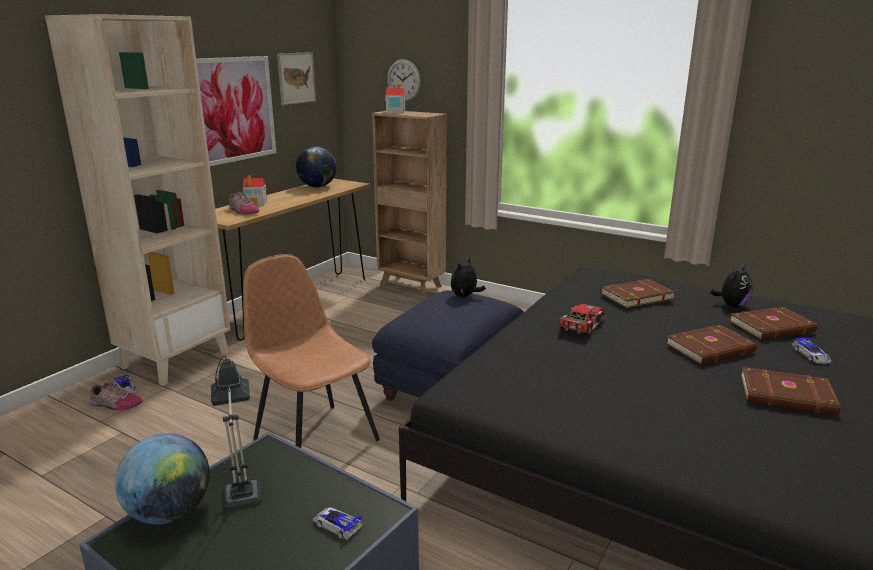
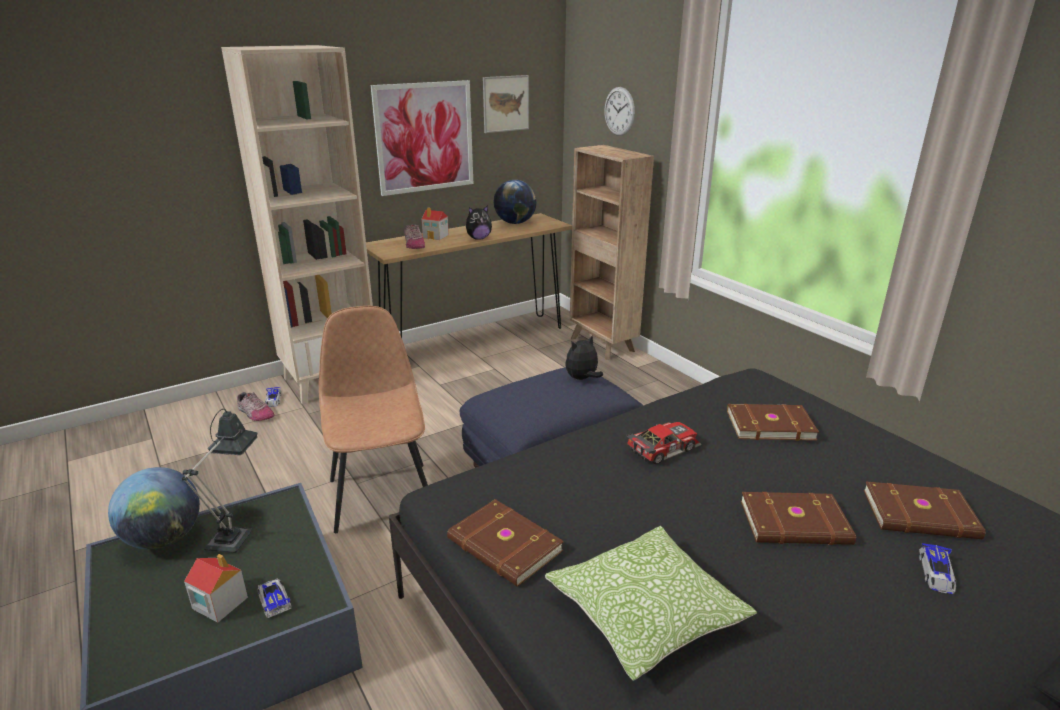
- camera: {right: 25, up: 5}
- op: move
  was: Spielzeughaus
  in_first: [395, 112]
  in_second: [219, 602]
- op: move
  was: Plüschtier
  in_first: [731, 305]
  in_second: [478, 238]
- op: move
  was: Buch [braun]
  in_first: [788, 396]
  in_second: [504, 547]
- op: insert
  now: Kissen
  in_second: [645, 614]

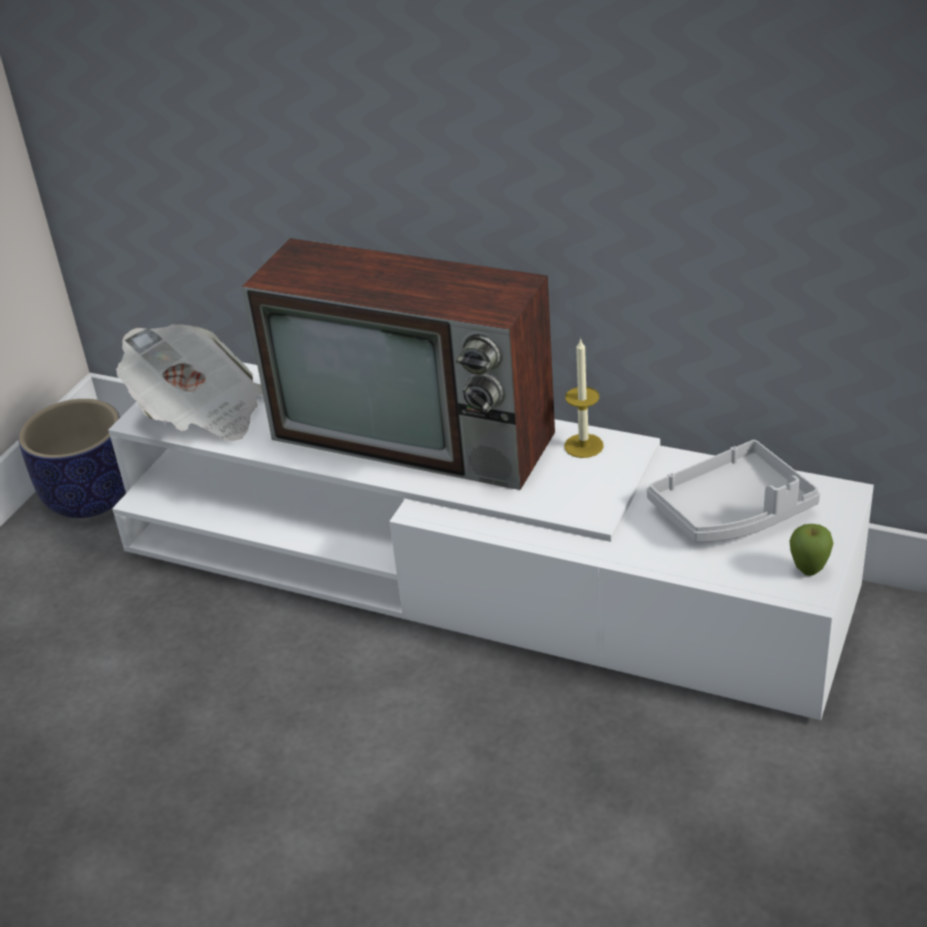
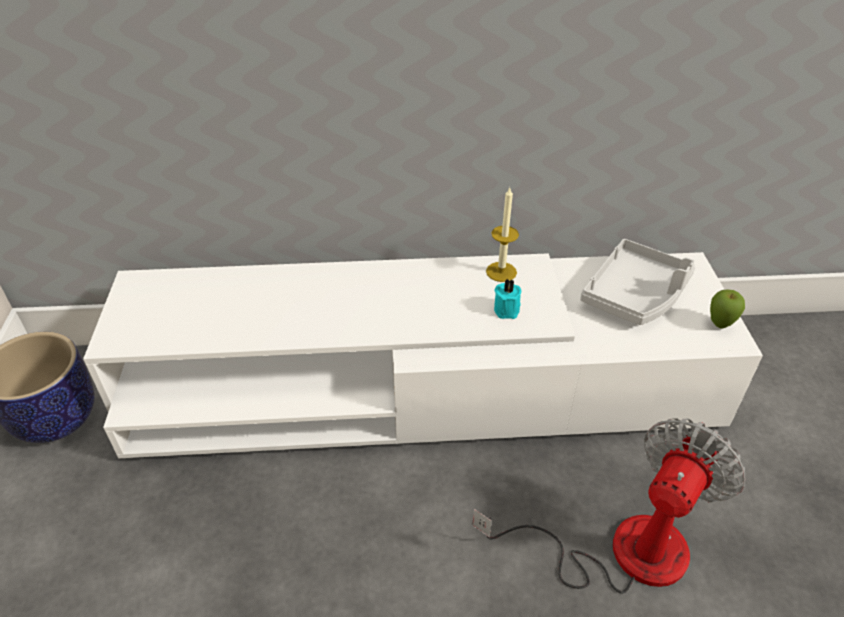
- camera: {right: -30, up: 5}
- op: delete
  was: Fernseher
  in_first: [418, 436]
- op: delete
  was: Zeitung
  in_first: [199, 412]
- op: insert
  now: Kerze [türkis]
  in_second: [508, 309]
- op: insert
  now: Ventilator
  in_second: [620, 550]

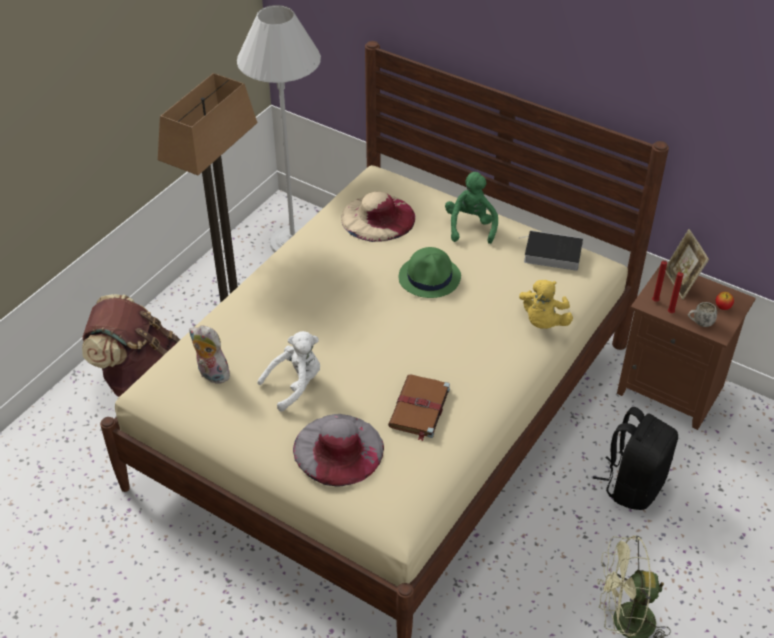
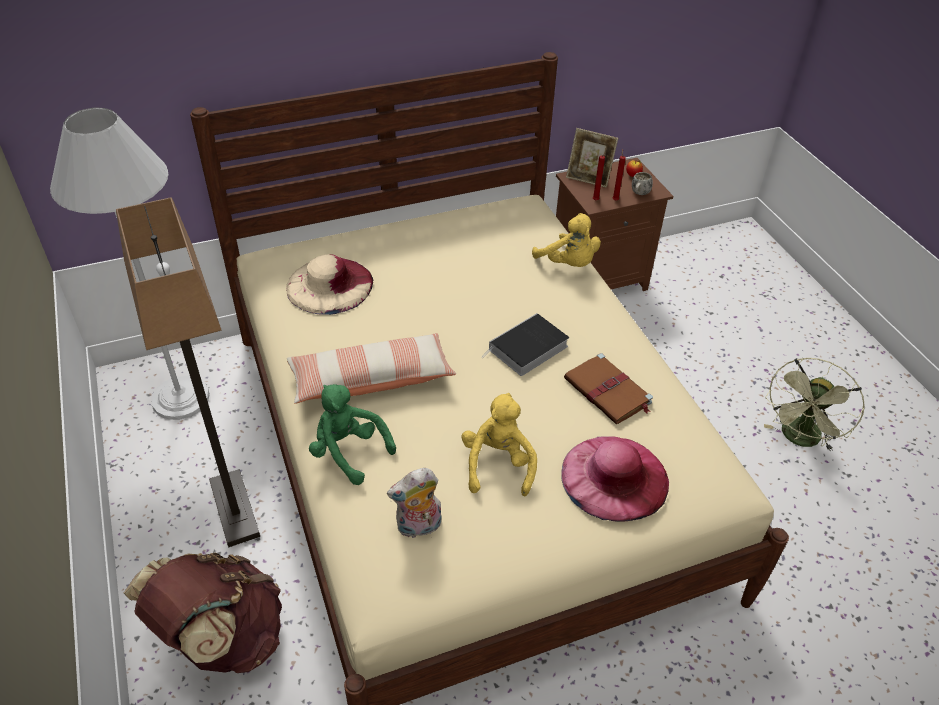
- camera: {right: -55, up: 0}
- op: move
  was: Plüschtier [grün]
  in_first: [470, 226]
  in_second: [348, 452]
- op: move
  was: Buch
  in_first: [551, 253]
  in_second: [527, 349]
- op: delete
  was: Hut [grün]
  in_first: [430, 277]
- op: recolor
  was: Plüschtier [weiß]
  now: Plüschtier [gelb]
  in_first: [295, 385]
  in_second: [498, 464]
- op: delete
  was: Rucksack [schwarz]
  in_first: [633, 485]
- op: recolor
  was: Hut [grau]
  now: Hut [rosa]
  in_first: [338, 449]
  in_second: [614, 477]
- op: insert
  now: Kissen
  in_second: [371, 379]

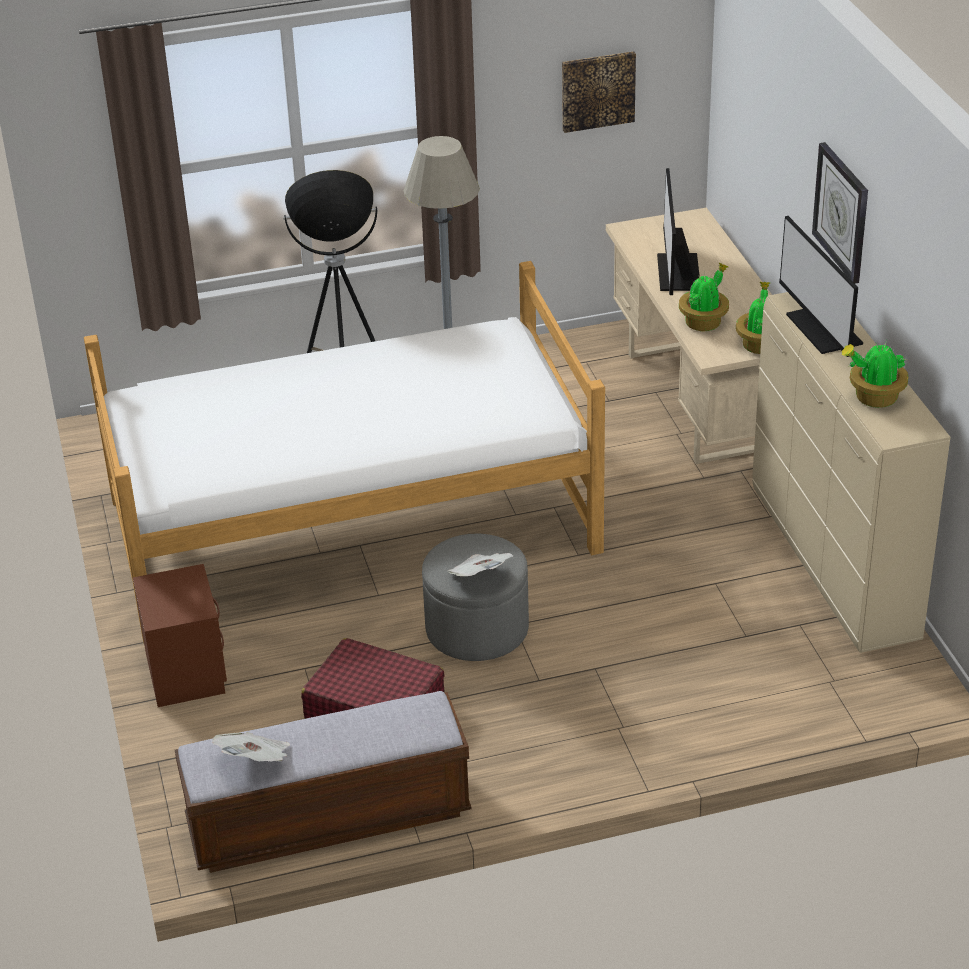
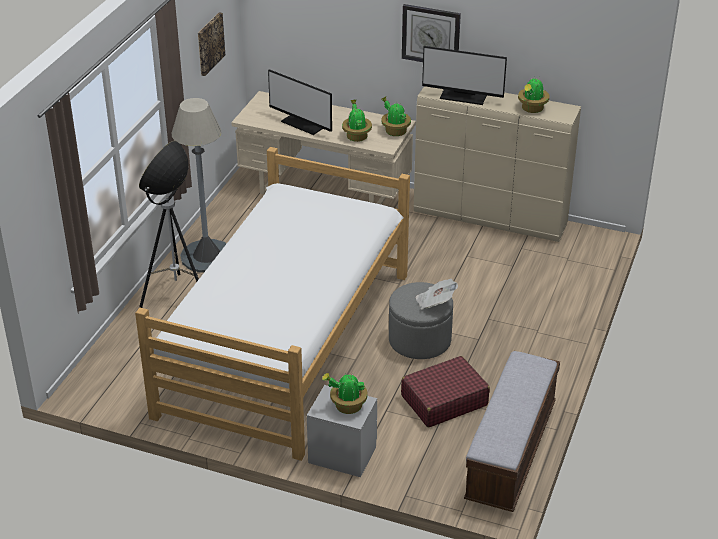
- camera: {right: -55, up: 0}
- op: recolor
  was: Nachttisch [braun]
  now: Nachttisch [grau]
  in_first: [186, 672]
  in_second: [342, 454]
- op: delete
  was: Zeitung
  in_first: [256, 761]
- op: insert
  now: Topfpflanze
  in_second: [347, 406]

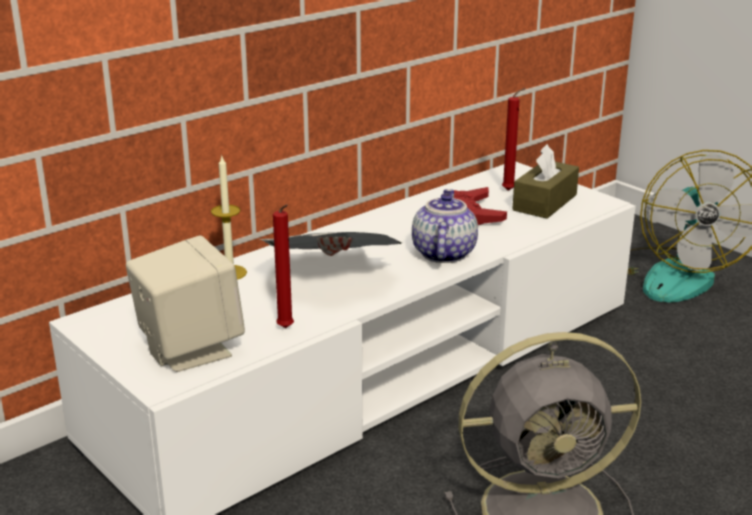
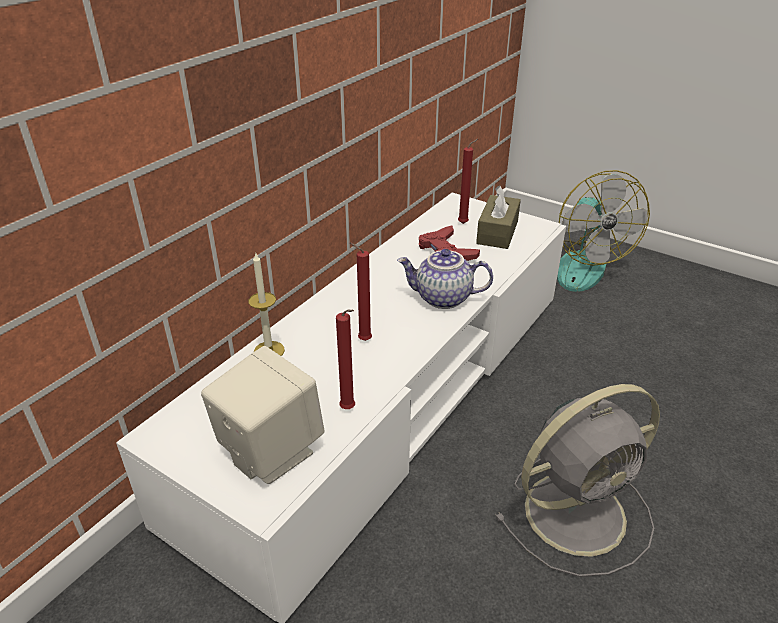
- camera: {right: -15, up: 10}
- op: rotate
  was: Teekanne
  in_first: [442, 253]
  in_second: [442, 299]
  clockwise: -75
- op: replace
  was: Zeitung
  now: Kerze [rot]
  in_first: [332, 277]
  in_second: [362, 340]

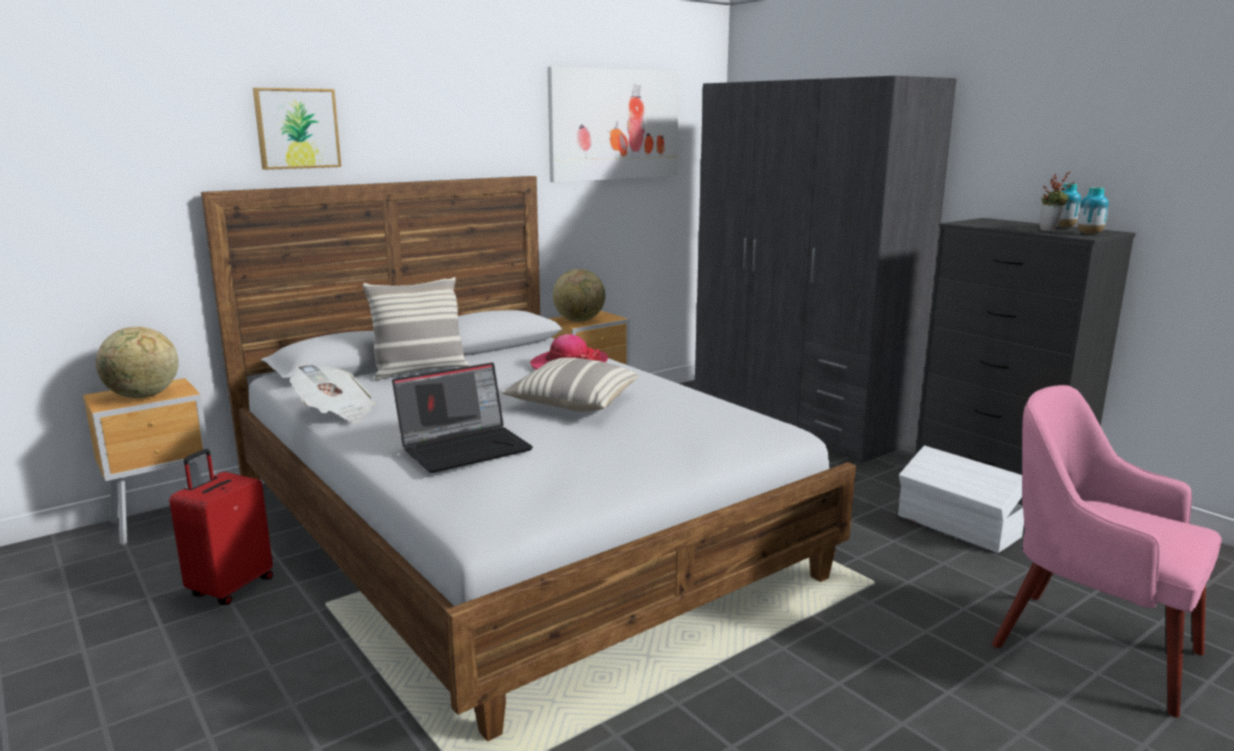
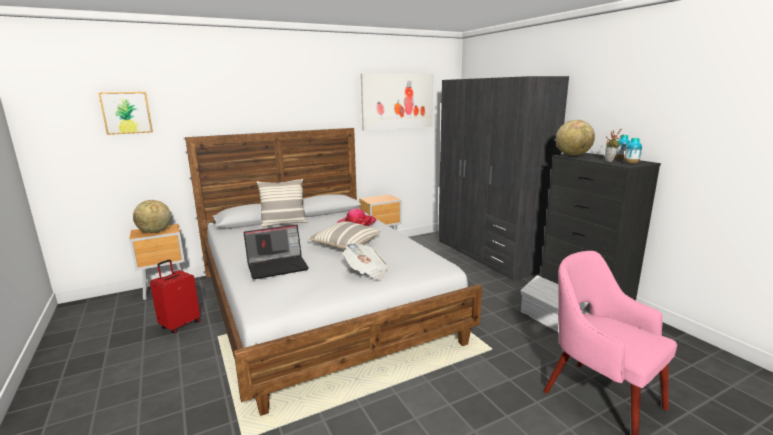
- camera: {right: 10, up: 0}
- op: move
  was: Bild
  in_first: [297, 128]
  in_second: [126, 112]
- op: move
  was: Globus
  in_first: [579, 321]
  in_second: [573, 155]
- op: move
  was: Zeitung
  in_first: [336, 413]
  in_second: [367, 272]

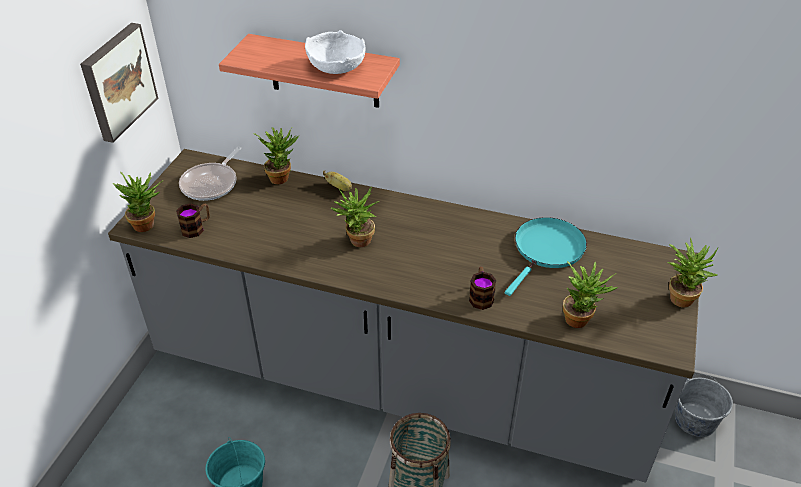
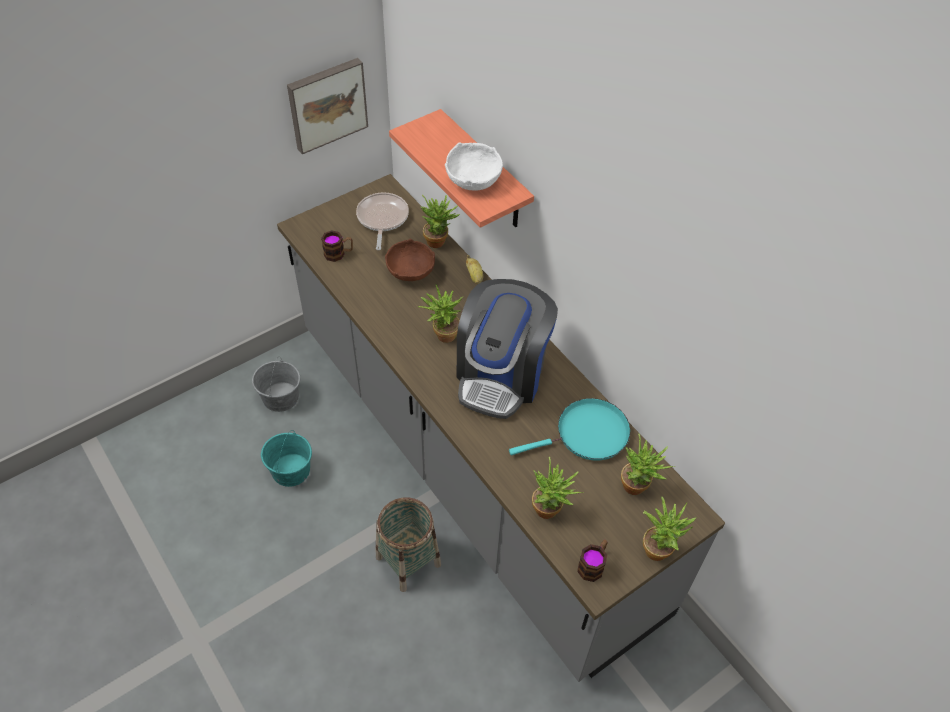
- camera: {right: 35, up: 10}
- op: rotate
  was: Pfanne
  in_first: [211, 184]
  in_second: [382, 219]
  clockwise: 120
- op: move
  was: Topfpflanze
  in_first: [148, 225]
  in_second: [638, 487]
- op: move
  was: Henkelbecher
  in_first: [480, 296]
  in_second: [593, 565]
- op: move
  was: Eimer [grau]
  in_first: [695, 420]
  in_second: [281, 397]
- op: insert
  now: Schüssel [braun]
  in_second: [411, 270]
- op: insert
  now: Kaffeemaschine
  in_second: [501, 374]

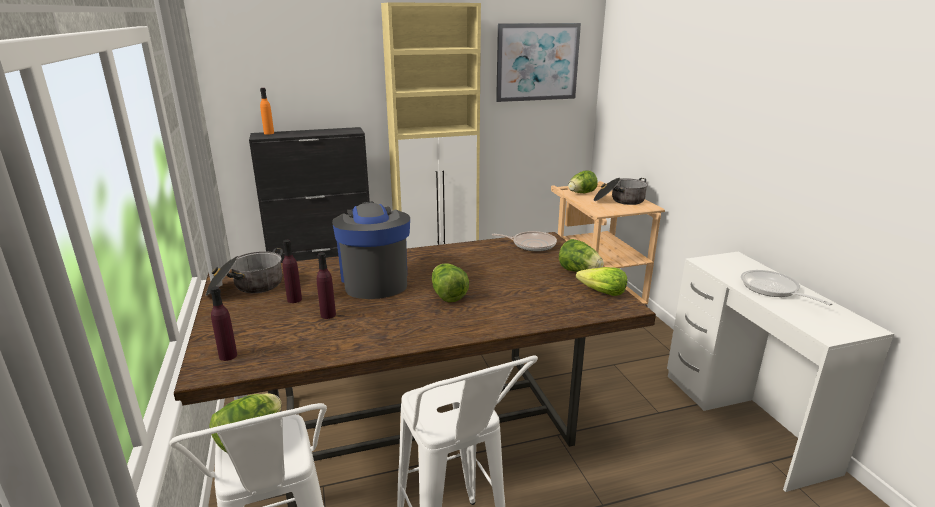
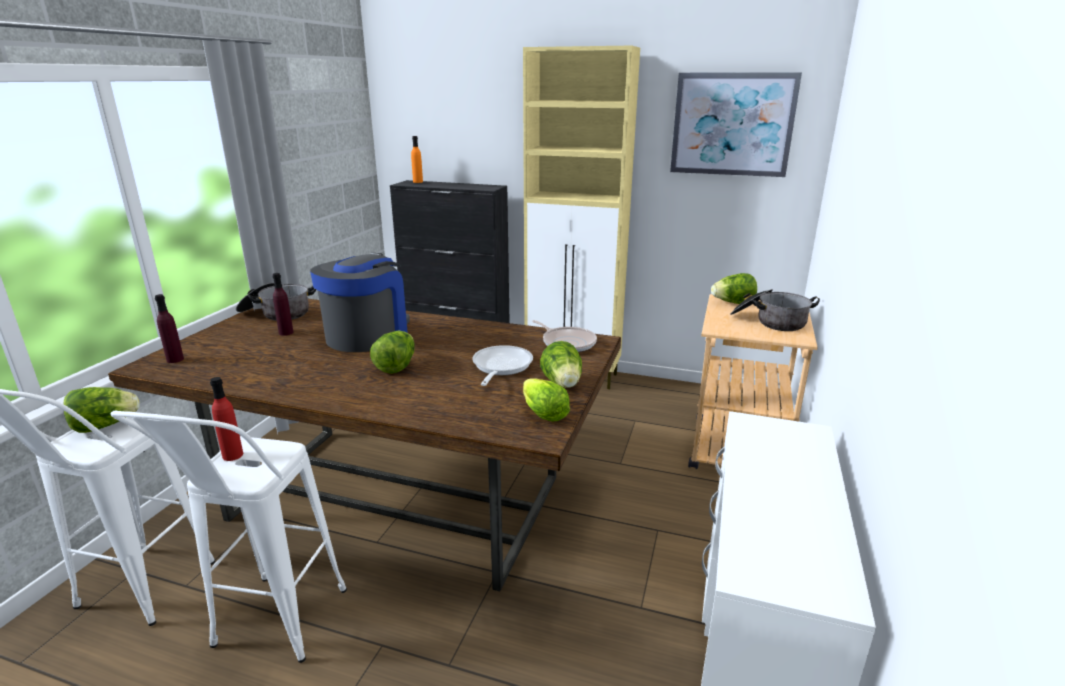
- camera: {right: 35, up: 0}
- op: delete
  was: Flasche [lila]
  in_first: [328, 315]
- op: move
  was: Pfanne
  in_first: [773, 289]
  in_second: [500, 367]
- op: insert
  now: Flasche [rot]
  in_second: [233, 455]

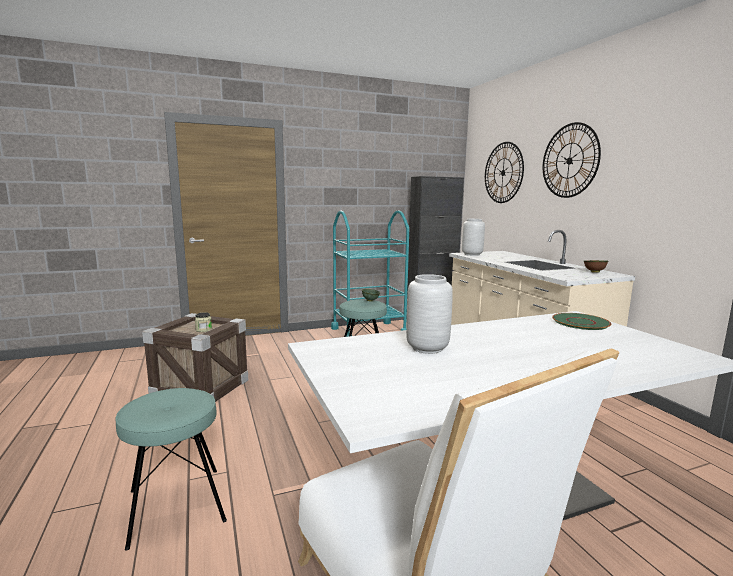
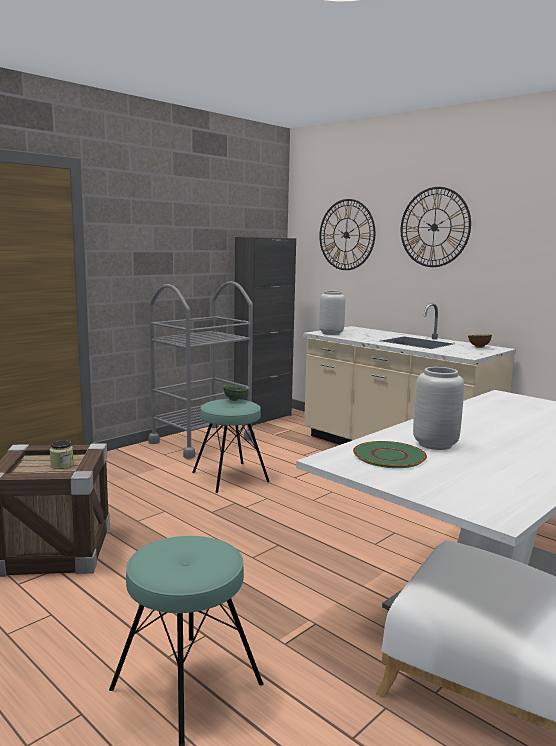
- camera: {right: -25, up: 0}
- op: recolor
  was: Rollwagen [türkis]
  now: Rollwagen [grau]
  in_first: [368, 332]
  in_second: [202, 441]
- op: move
  was: Teller [grün]
  in_first: [580, 322]
  in_second: [389, 456]

